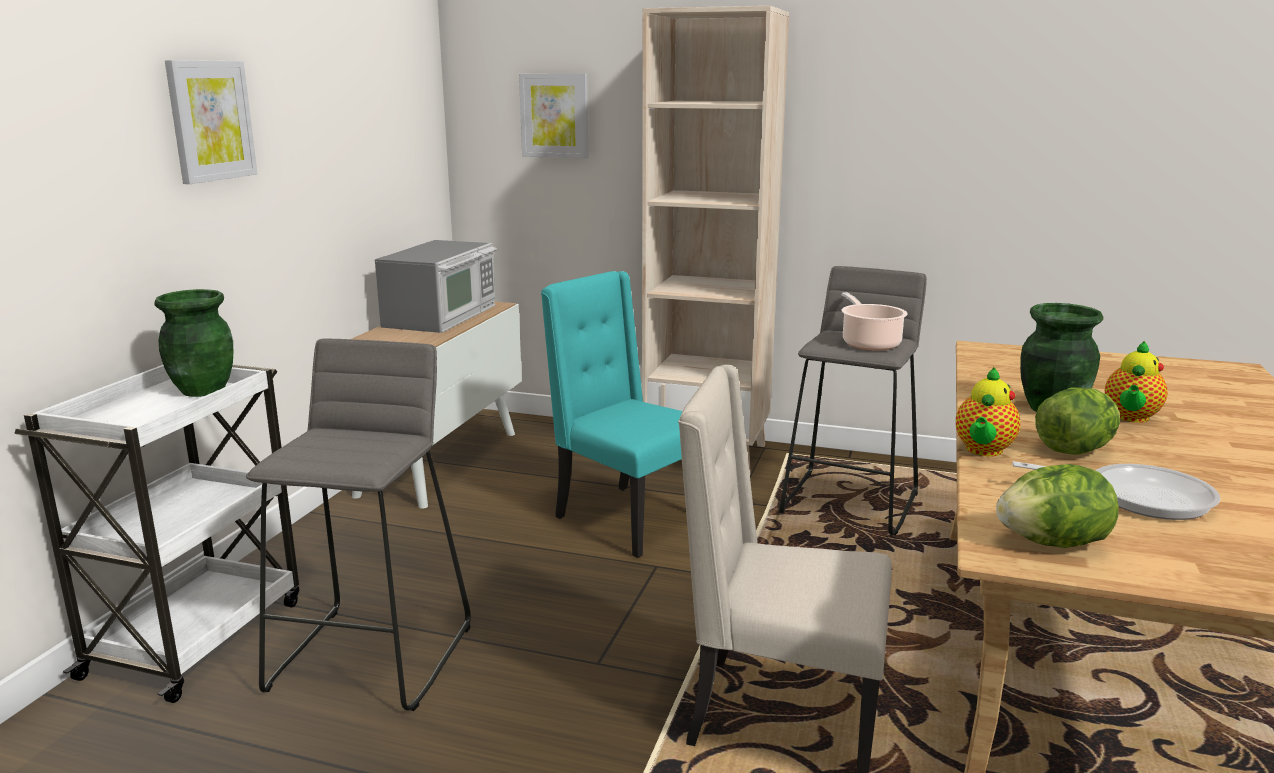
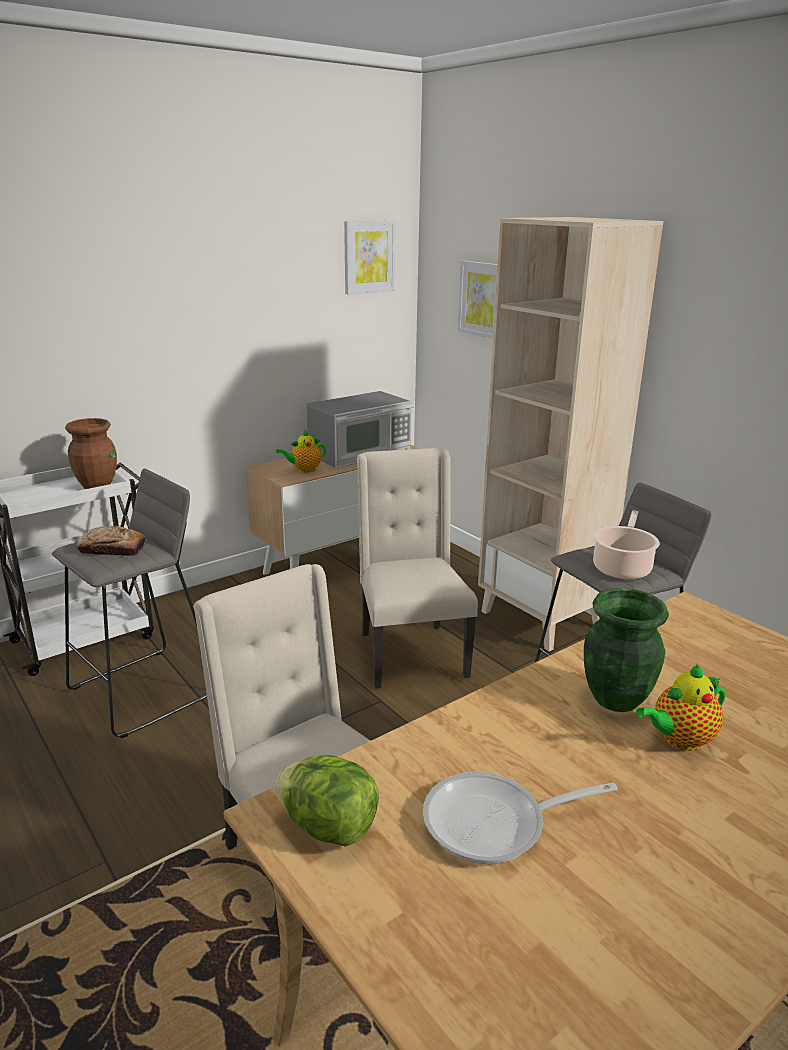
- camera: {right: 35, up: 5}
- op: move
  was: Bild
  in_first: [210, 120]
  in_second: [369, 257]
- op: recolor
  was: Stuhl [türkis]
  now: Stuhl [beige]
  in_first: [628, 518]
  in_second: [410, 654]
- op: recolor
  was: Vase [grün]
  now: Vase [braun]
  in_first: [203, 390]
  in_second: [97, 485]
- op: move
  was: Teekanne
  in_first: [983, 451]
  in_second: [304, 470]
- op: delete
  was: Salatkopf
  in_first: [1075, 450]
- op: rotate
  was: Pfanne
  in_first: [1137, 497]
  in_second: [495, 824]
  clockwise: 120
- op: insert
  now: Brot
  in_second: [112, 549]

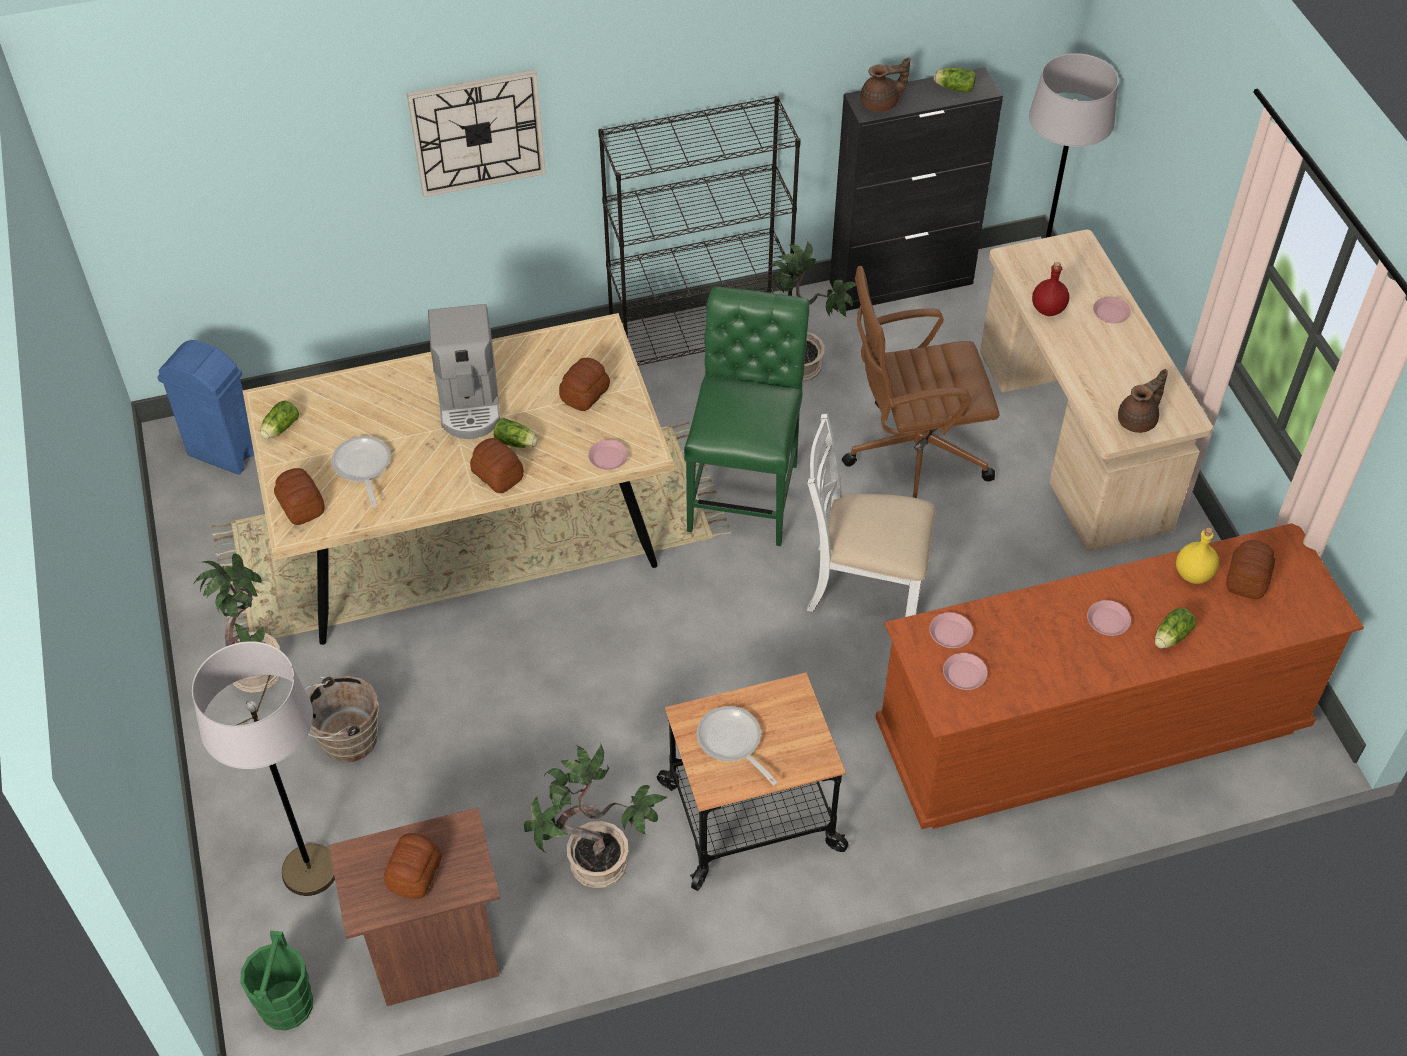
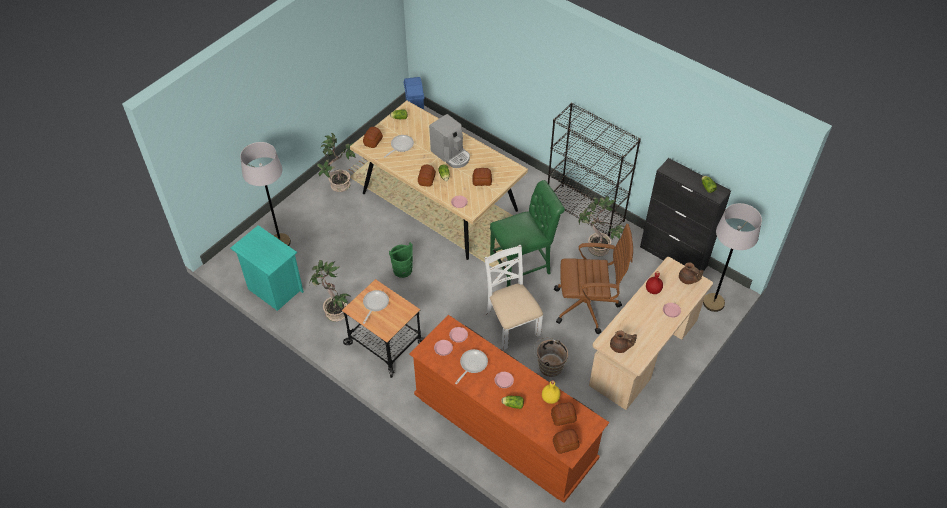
- camera: {right: 55, up: 0}
- op: move
  was: Teekanne [braun]
  in_first: [881, 104]
  in_second: [688, 279]
- op: delete
  was: Wanduhr
  in_first: [477, 132]
- op: rotate
  was: Bürostuhl [braun]
  in_first: [913, 454]
  in_second: [587, 306]
  clockwise: 135
- op: rotate
  was: Kaffeemaschine
  in_first: [469, 401]
  in_second: [451, 155]
  clockwise: -90
- op: move
  was: Eimer [braun]
  in_first: [344, 740]
  in_second: [548, 365]
- op: recolor
  was: Nachttisch [braun]
  now: Nachttisch [türkis]
  in_first: [433, 953]
  in_second: [273, 289]
- op: move
  was: Brot
  in_first: [416, 873]
  in_second: [566, 444]
- op: move
  was: Eimer [grün]
  in_first: [286, 1005]
  in_second: [402, 270]
- op: insert
  now: Pfanne
  in_second: [472, 365]

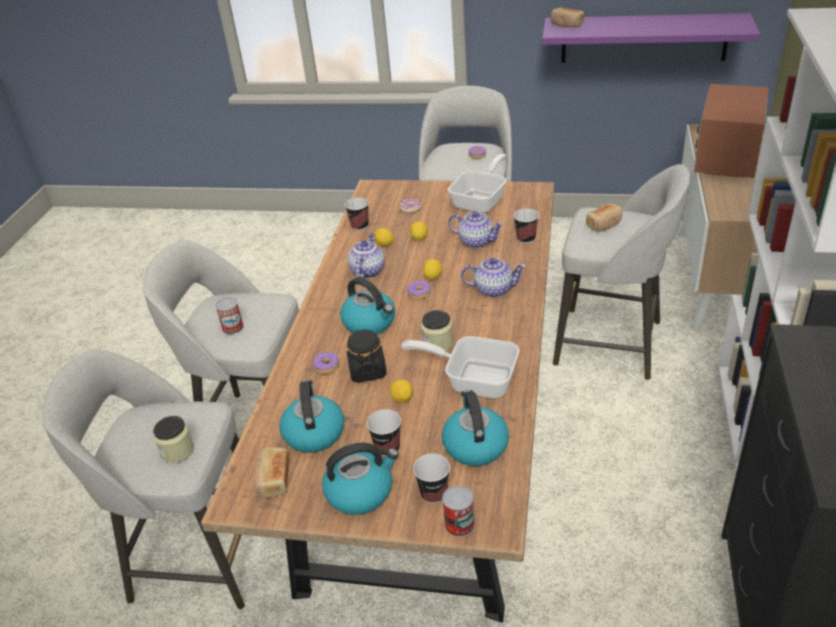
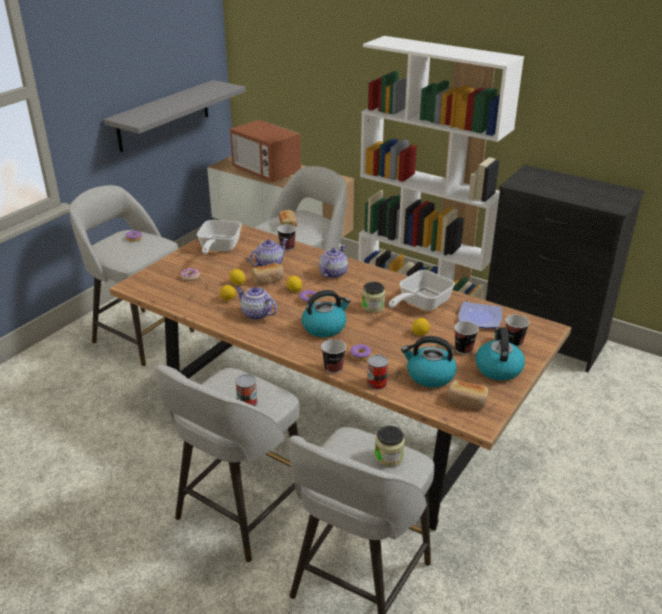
- camera: {right: -70, up: -5}
- op: move
  was: Brot
  in_first: [566, 24]
  in_second: [268, 280]
- op: recolor
  was: Wandregal [lila]
  now: Wandregal [grau]
  in_first: [643, 38]
  in_second: [164, 115]
- op: rotate
  was: Pfanne
  in_first: [482, 201]
  in_second: [218, 248]
  clockwise: -135
- op: move
  was: Tasse
  in_first: [359, 226]
  in_second: [333, 368]
- op: delete
  was: Vorratsglas [schwarz]
  in_first: [367, 371]
- op: replace
  was: Wasserkessel
  now: Teller
  in_first: [475, 445]
  in_second: [480, 319]
- op: move
  was: Dose
  in_first: [459, 524]
  in_second: [377, 383]

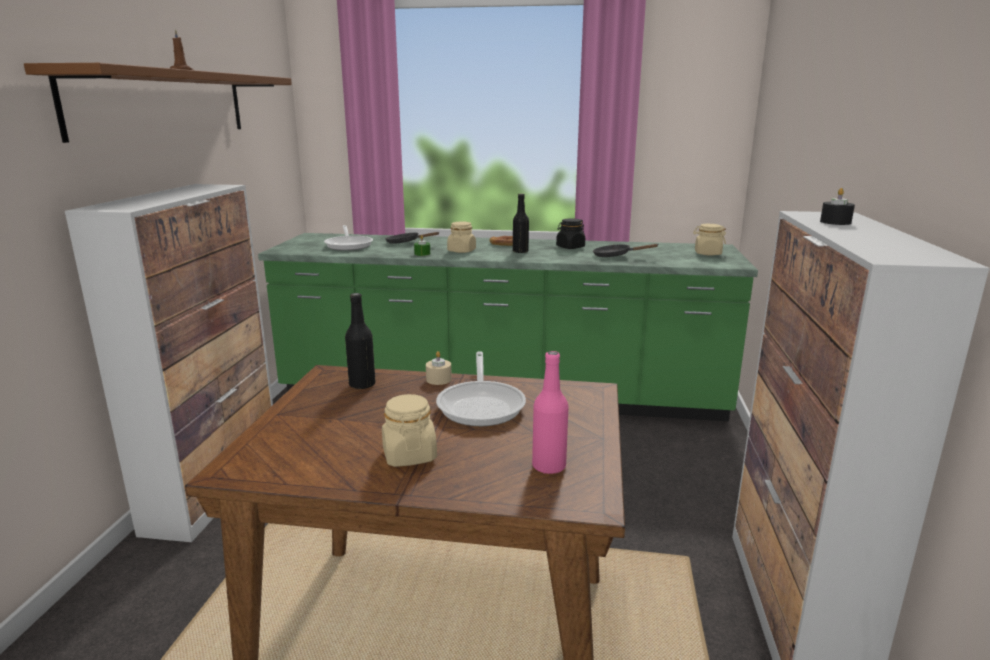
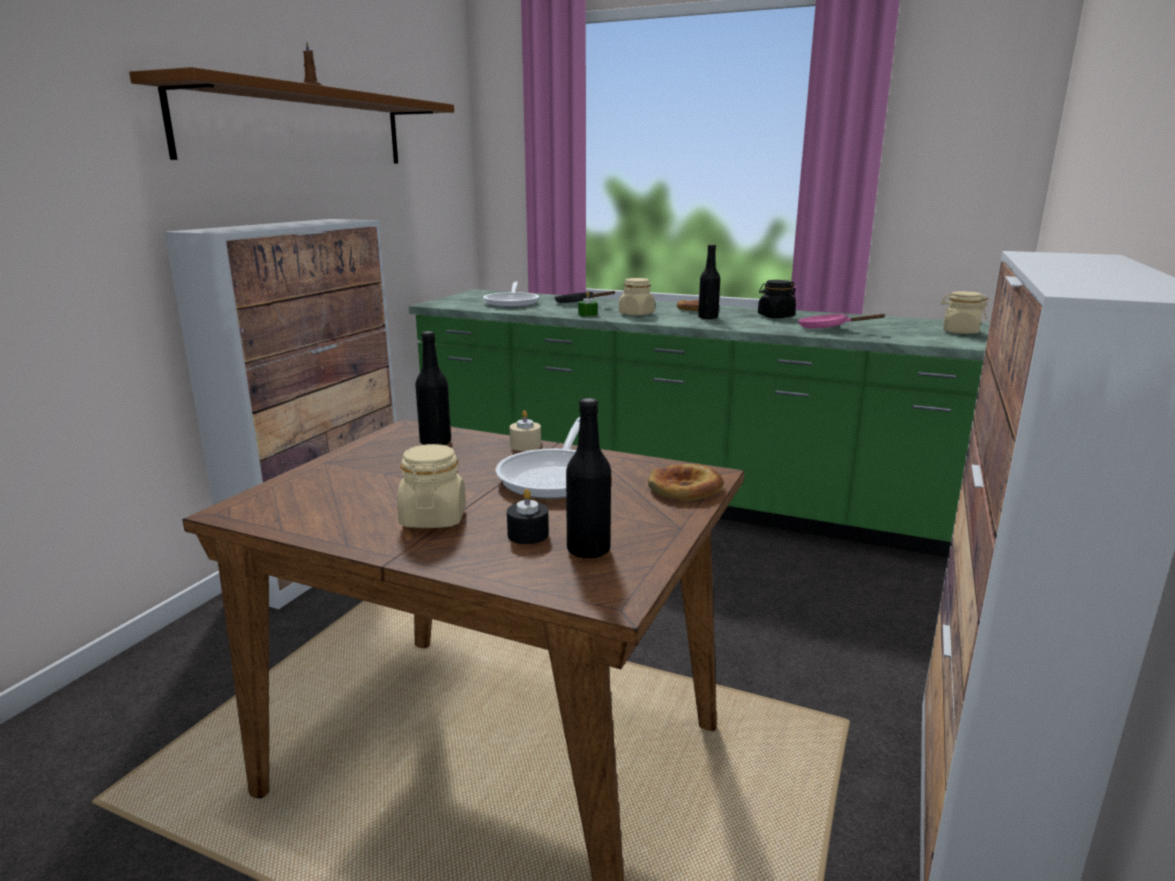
- camera: {right: 15, up: 0}
- op: move
  was: Kerze [schwarz]
  in_first: [835, 222]
  in_second: [528, 534]
- op: recolor
  was: Pfanne [schwarz]
  now: Pfanne [rosa]
  in_first: [615, 256]
  in_second: [828, 328]
- op: recolor
  was: Flasche [rosa]
  now: Flasche [schwarz]
  in_first: [549, 466]
  in_second: [588, 550]
- op: insert
  now: Brot
  in_second: [684, 488]

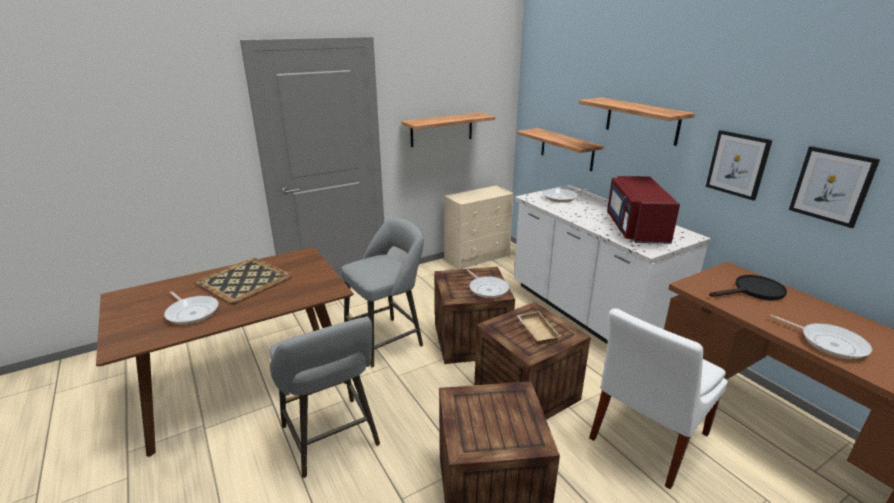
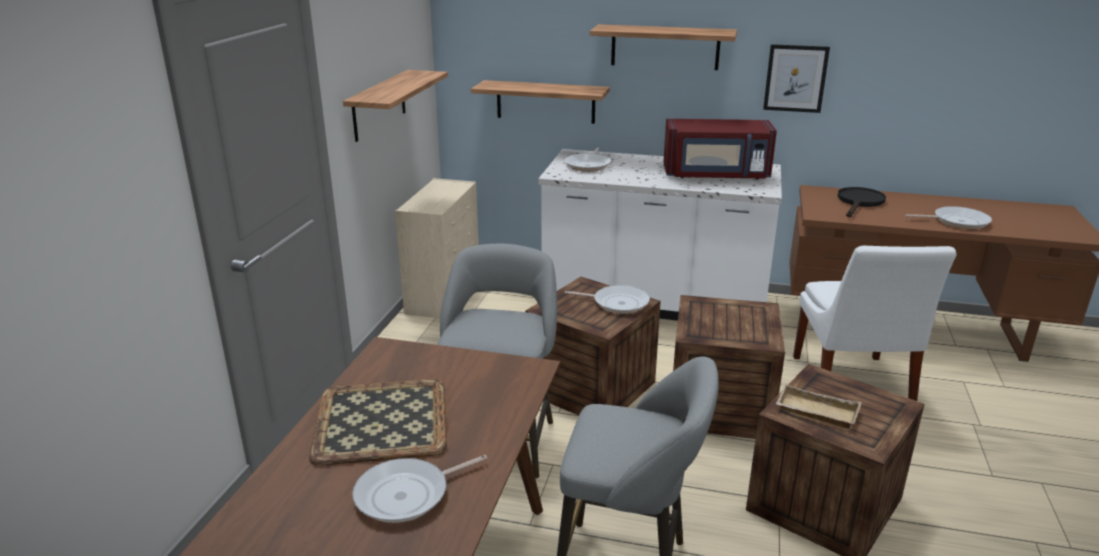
- camera: {right: -45, up: 0}
- op: delete
  was: Bild
  in_first: [831, 186]
- op: rotate
  was: Mikrowelle [rot]
  in_first: [635, 229]
  in_second: [716, 175]
  clockwise: -45
- op: rotate
  was: Pfanne
  in_first: [192, 312]
  in_second: [407, 495]
  clockwise: 150
- op: move
  was: Tablett [beige]
  in_first: [536, 330]
  in_second: [815, 412]

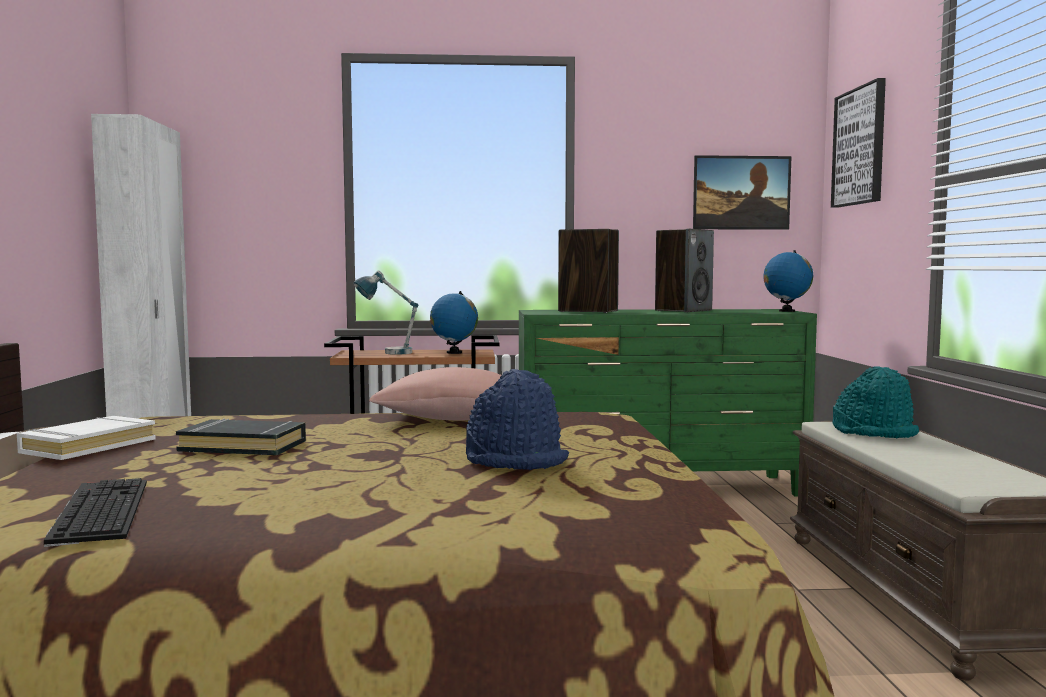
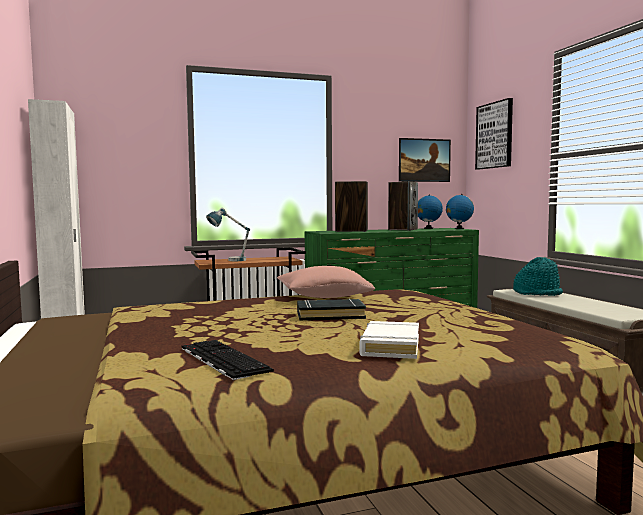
- camera: {right: -15, up: 0}
- op: move
  was: Globus
  in_first: [454, 352]
  in_second: [428, 228]
- op: delete
  was: Hut [blau]
  in_first: [516, 460]
- op: move
  was: Buch [weiß]
  in_first: [88, 446]
  in_second: [390, 346]
- op: move
  was: Buch [schwarz]
  in_first: [244, 446]
  in_second: [330, 315]

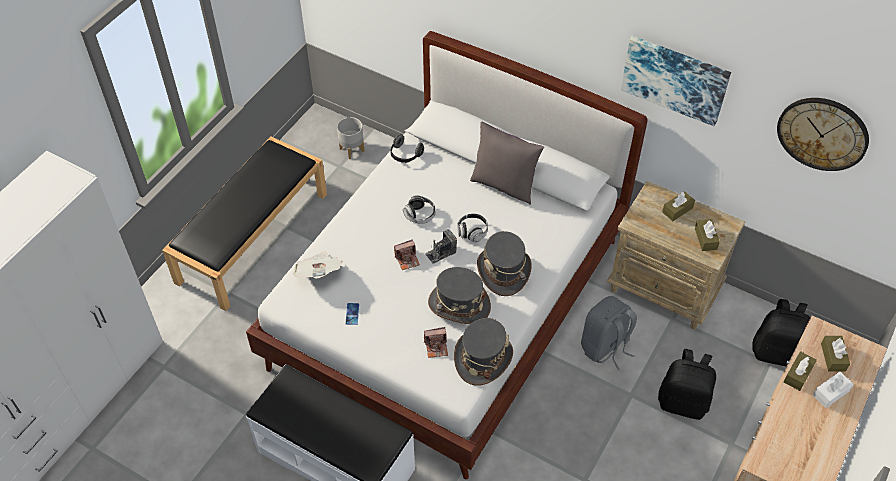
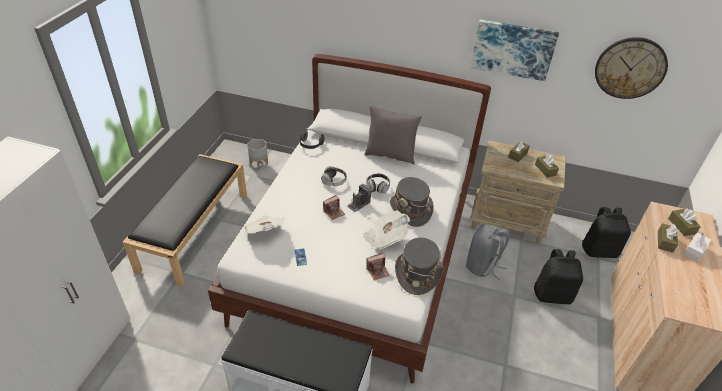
- camera: {right: -15, up: -10}
- op: replace
  was: Hut [grau]
  now: Zeitung
  in_first: [459, 305]
  in_second: [385, 238]

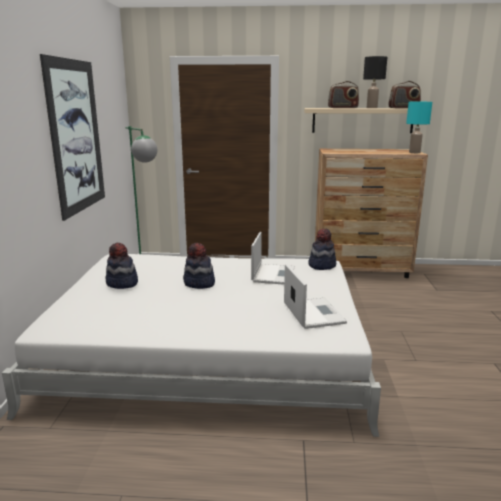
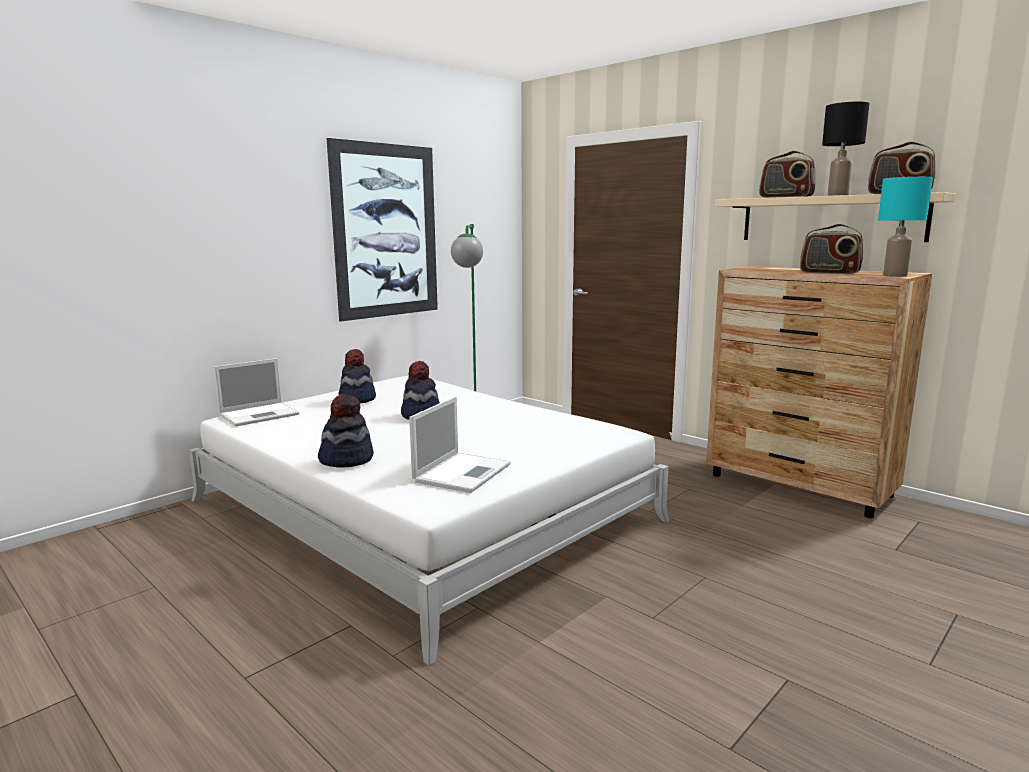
- camera: {right: 40, up: -5}
- op: move
  was: Hut
  in_first: [321, 265]
  in_second: [346, 459]
- op: move
  was: Laptop
  in_first: [273, 274]
  in_second: [260, 414]
- op: insert
  now: Radio
  in_second: [829, 273]

